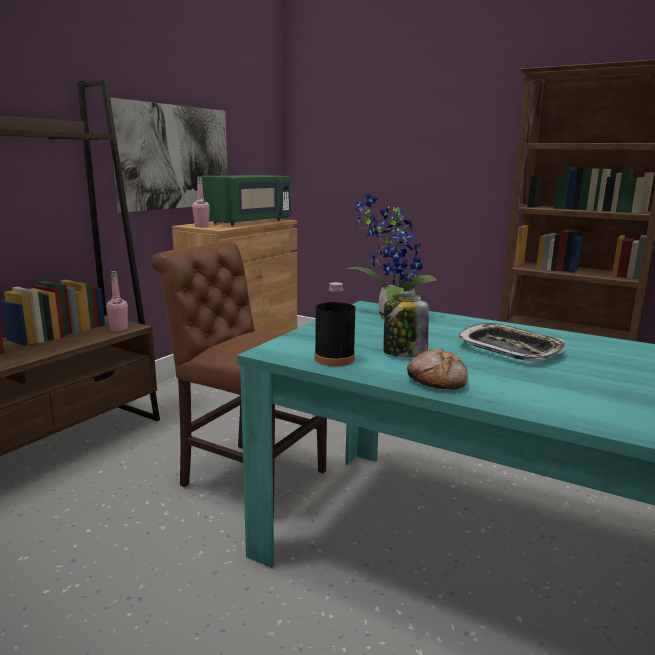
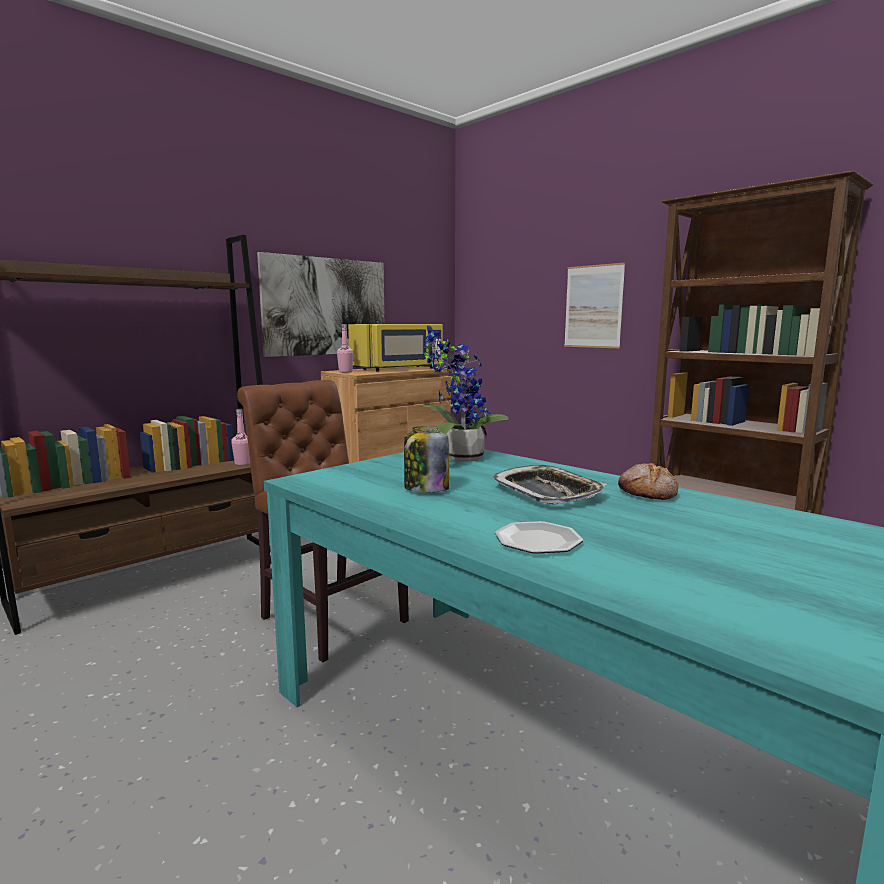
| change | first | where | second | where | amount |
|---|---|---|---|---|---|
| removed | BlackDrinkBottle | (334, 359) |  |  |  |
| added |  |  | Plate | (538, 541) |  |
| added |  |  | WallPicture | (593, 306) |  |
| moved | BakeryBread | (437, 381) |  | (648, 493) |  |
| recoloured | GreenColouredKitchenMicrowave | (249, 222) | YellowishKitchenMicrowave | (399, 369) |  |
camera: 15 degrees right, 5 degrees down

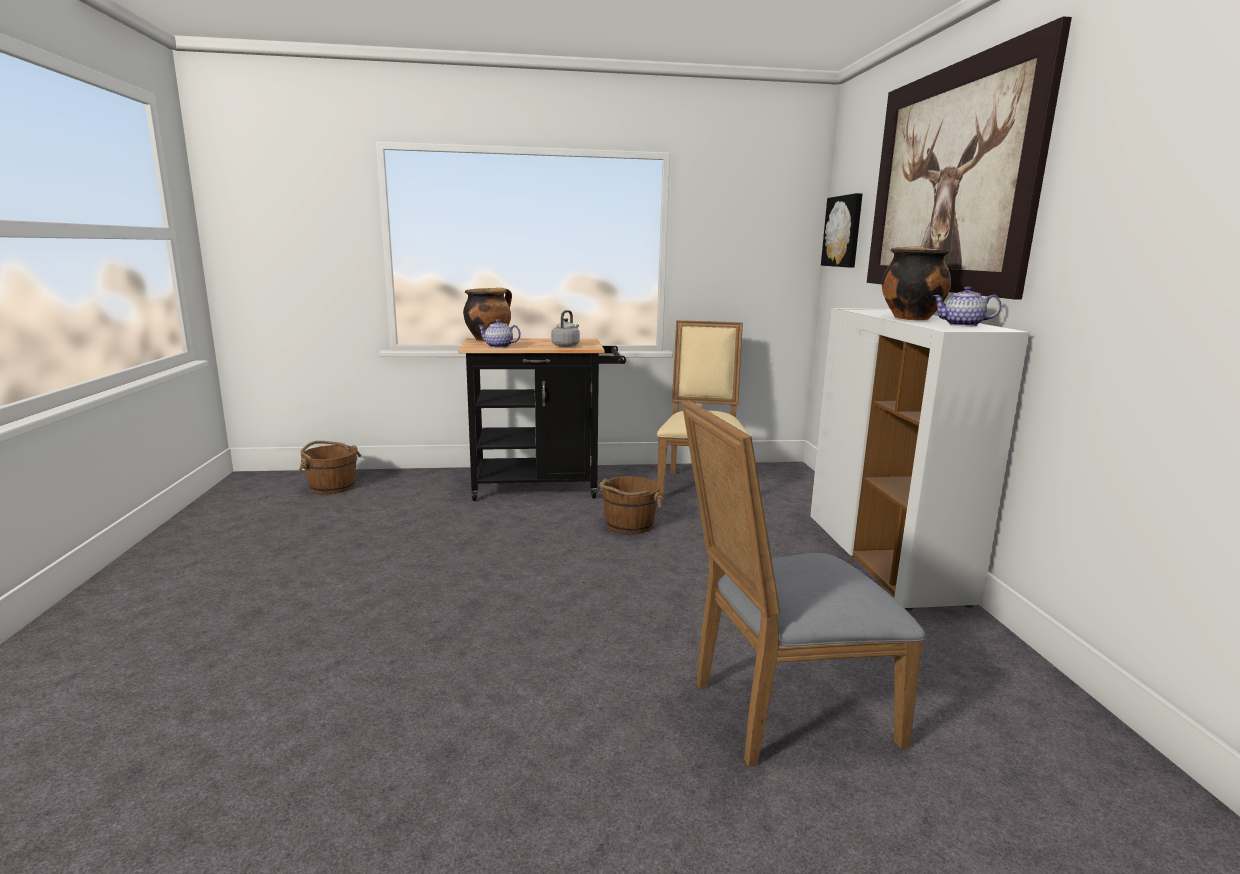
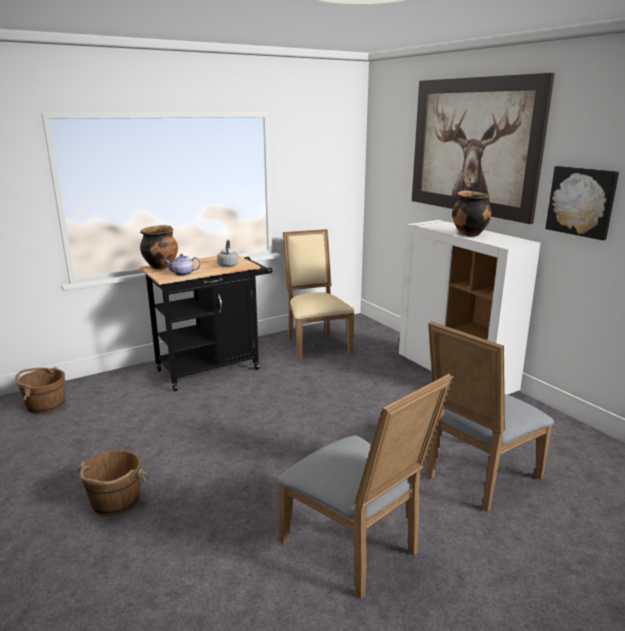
| change | first | where | second | where | amount |
|---|---|---|---|---|---|
| removed | TeaPot | (962, 325) |  |  |  |
| added |  |  | GrayUprightChair | (356, 549) |  |
| moved | BrownColouredPail | (628, 525) |  | (115, 501) |  |
| moved | WallPicture | (844, 231) |  | (582, 201) |  |
camera: 25 degrees left, 5 degrees up

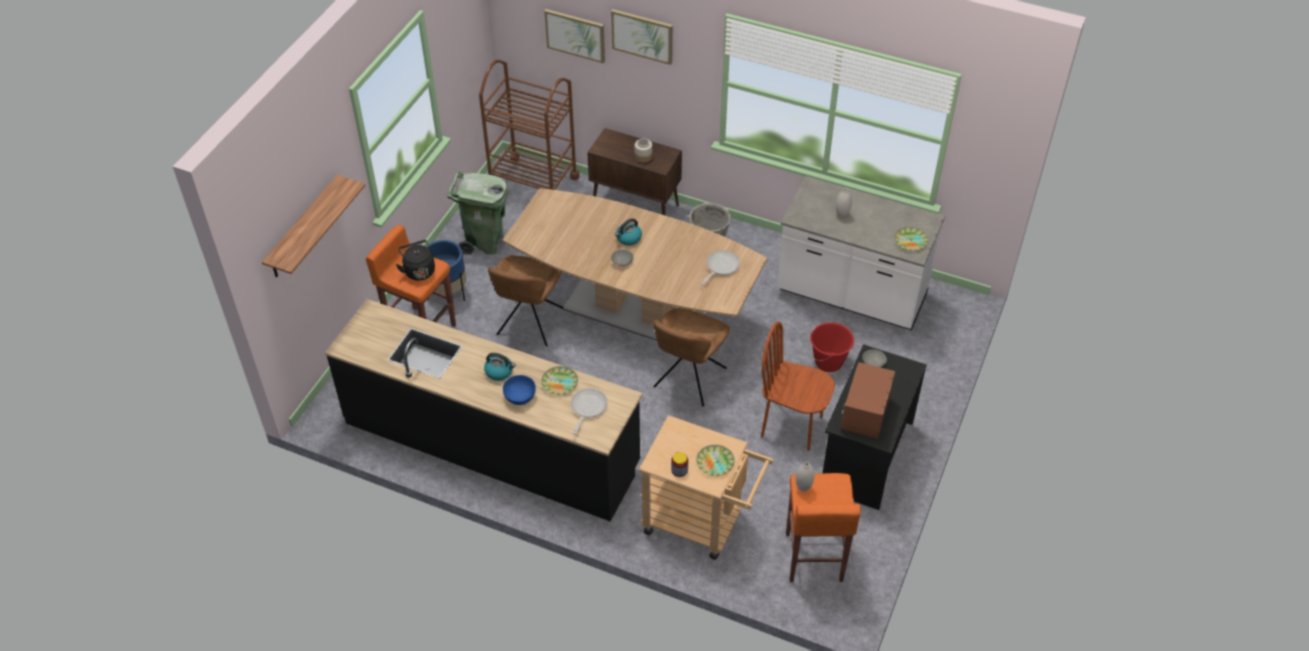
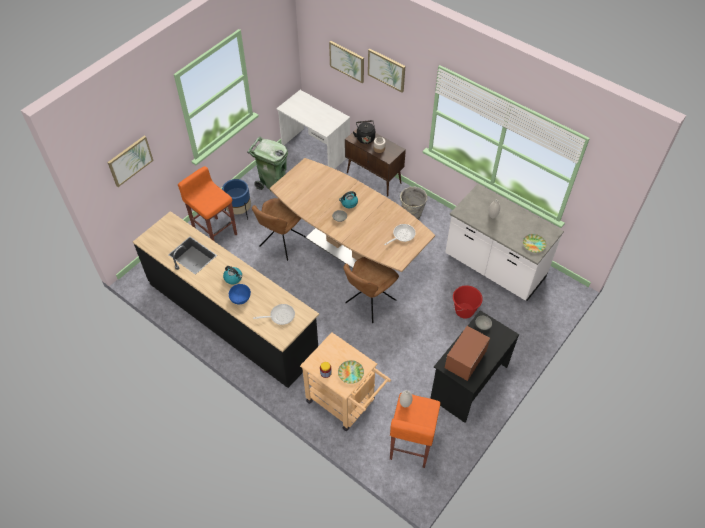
| change | first | where | second | where | amount |
|---|---|---|---|---|---|
| removed | Plate | (559, 382) |  |  |  |
| removed | BrownColouredUprightChair | (792, 426) |  |  |  |
| moved | BlackTeaKettle | (418, 270) |  | (365, 138) |  |
| replaced | BracketShelf | (303, 228) | WallPicture | (130, 160) |  |
| replaced | BrownColouredTrolley | (533, 183) | WhiteDeskUnit | (315, 151) |  |
| turned | Skillet | (587, 408) |  | (280, 316) | 45 degrees clockwise |
camera: 15 degrees right, 5 degrees up

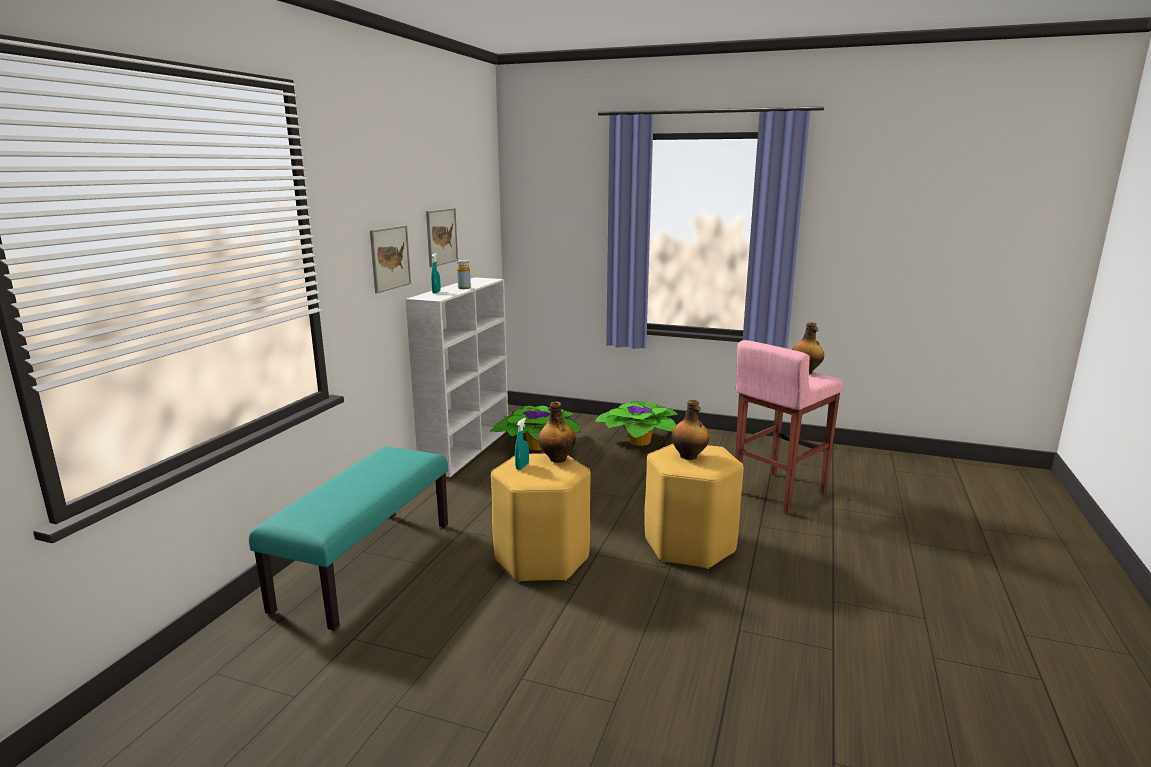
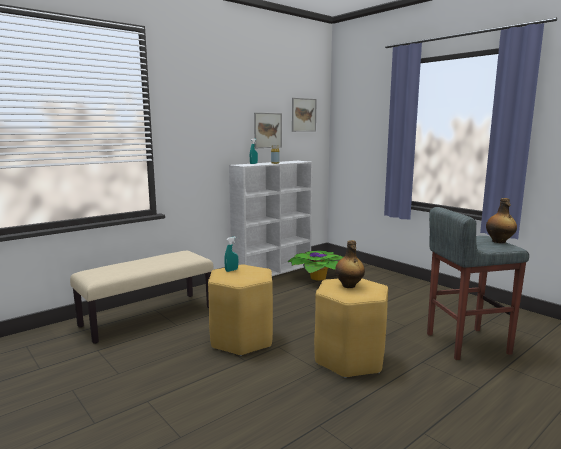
| change | first | where | second | where | amount |
|---|---|---|---|---|---|
| removed | DrinkBottle | (557, 459) |  |  |  |
| removed | PottedPlant | (639, 440) |  |  |  |
| moved | WallPicture | (390, 258) |  | (303, 115) |  |
| recoloured | TurquoiseIndoorBench | (366, 564) | BeigeIndoorBench | (148, 316) |  |
| recoloured | PinkColouredStool | (777, 492) | GrayStool | (465, 343) |  |
camera: 30 degrees right, 5 degrees down

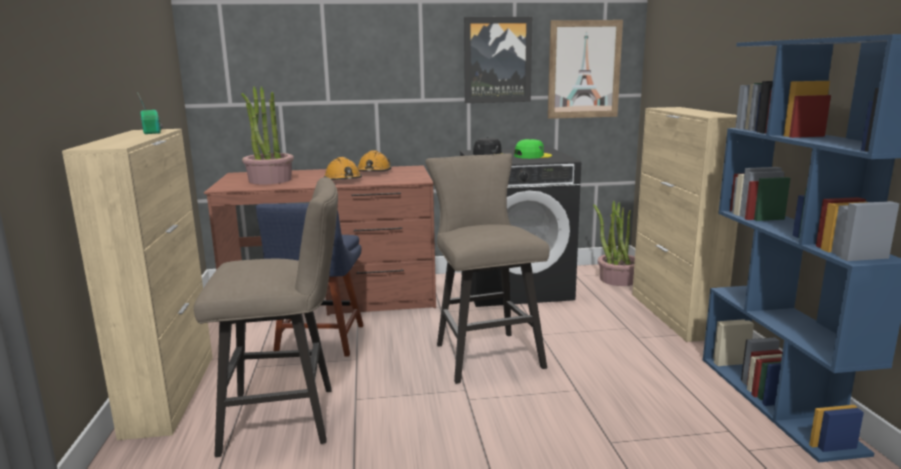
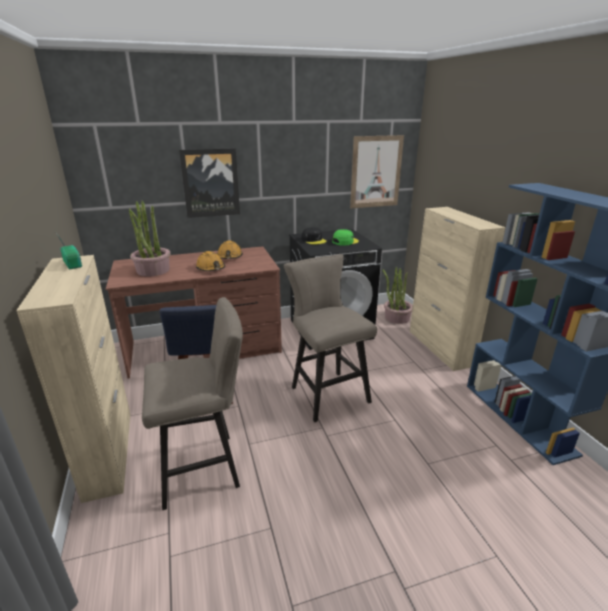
| change | first | where | second | where | amount |
|---|---|---|---|---|---|
| moved | WallPicture | (497, 60) |  | (210, 183) |  |
camera: 10 degrees left, 10 degrees up

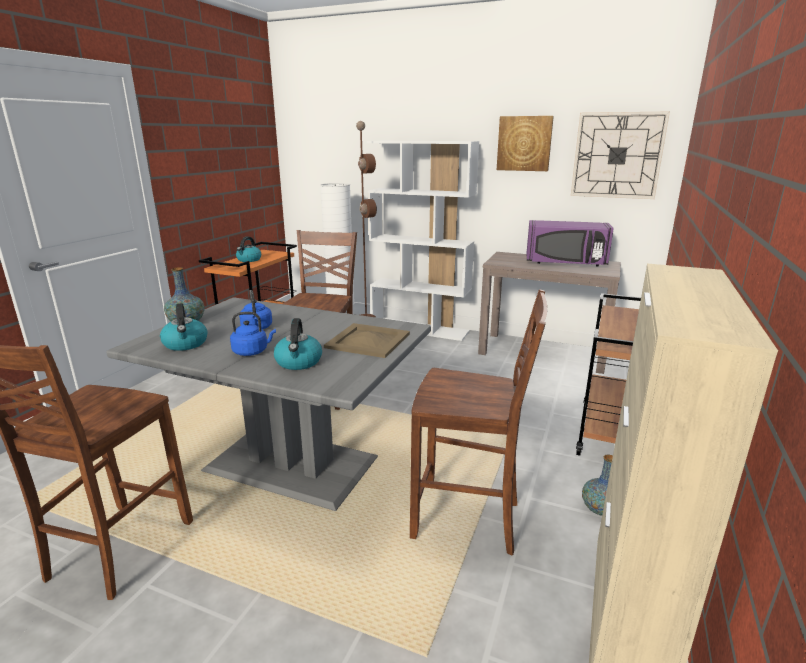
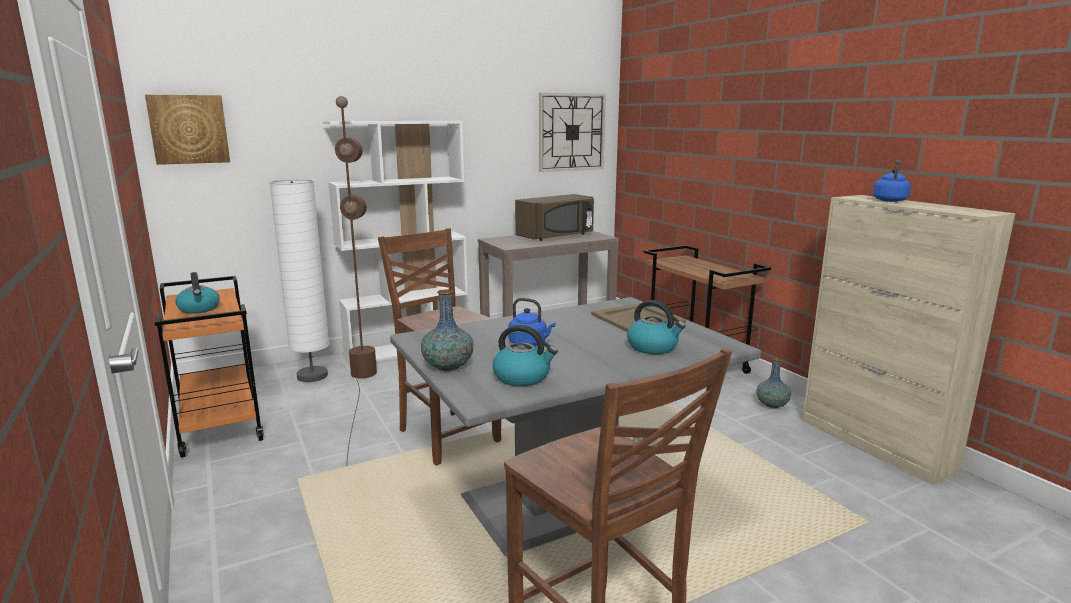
| change | first | where | second | where | amount |
|---|---|---|---|---|---|
| removed | BrownColouredUprightChair | (468, 520) |  |  |  |
| moved | BlueColouredTeaKettle | (252, 352) |  | (890, 200) |  |
| moved | WallPicture | (524, 143) |  | (189, 129) |  |
| recoloured | PurpleKitchenMicrowave | (565, 263) | BrownColouredKitchenMicrowave | (557, 236) |  |
camera: 50 degrees left, 5 degrees down

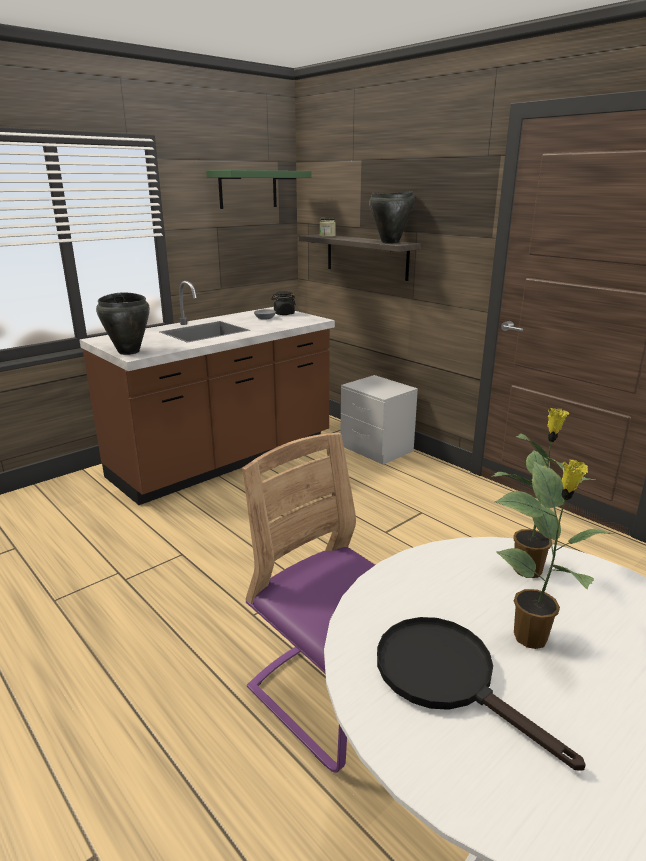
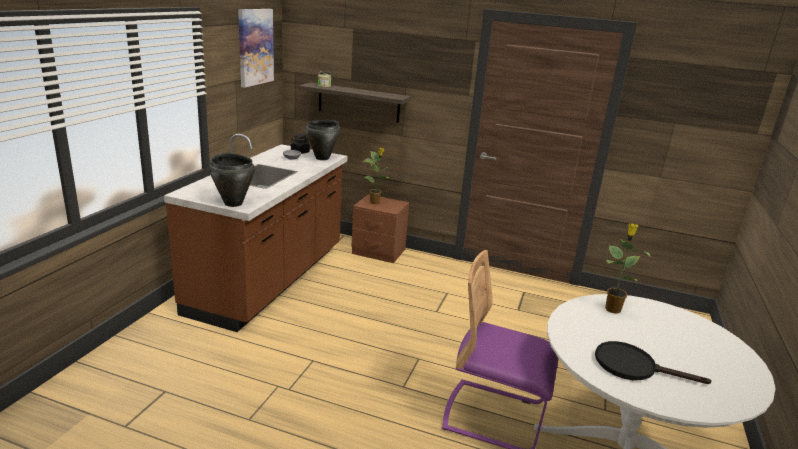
| change | first | where | second | where | amount |
|---|---|---|---|---|---|
| moved | BlackStockpot | (390, 242) |  | (322, 158) |  |
| moved | PottedPlant | (533, 638) |  | (375, 202) |  |
| replaced | GreenColouredBracketShelf | (248, 189) | WallPicture | (255, 47) |  |
| recoloured | GrayNightstand | (376, 449) | BrownColouredNightstand | (378, 251) |  |
camera: 30 degrees left, 0 degrees up

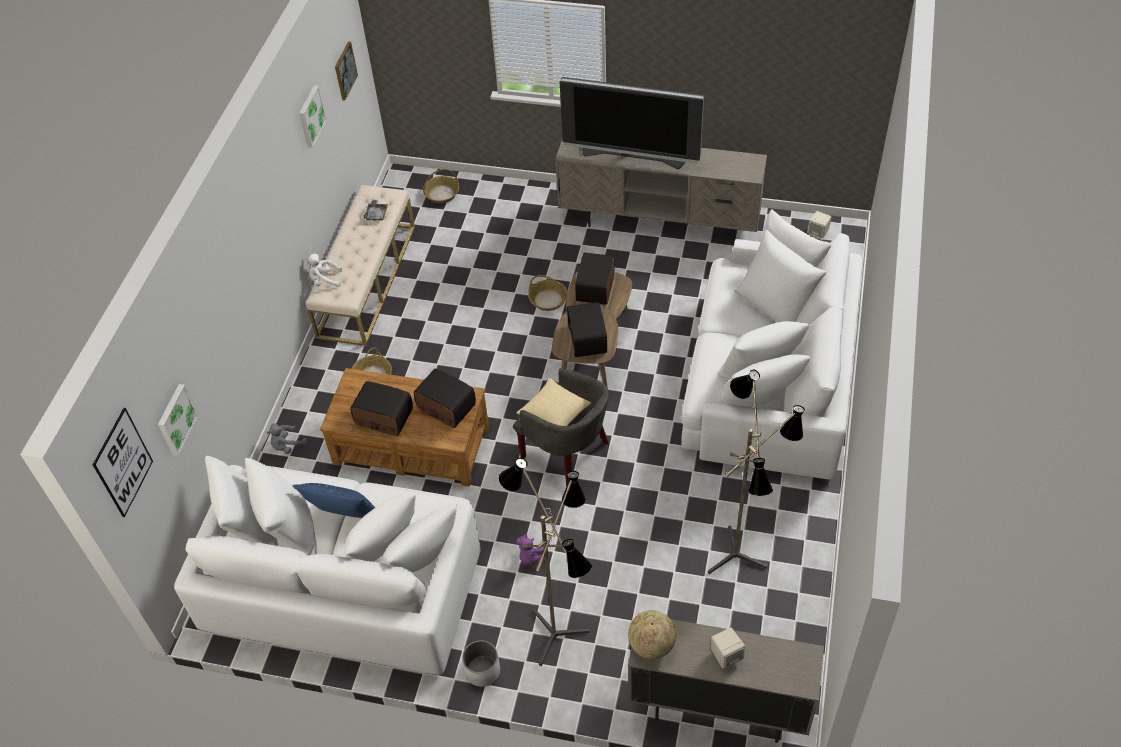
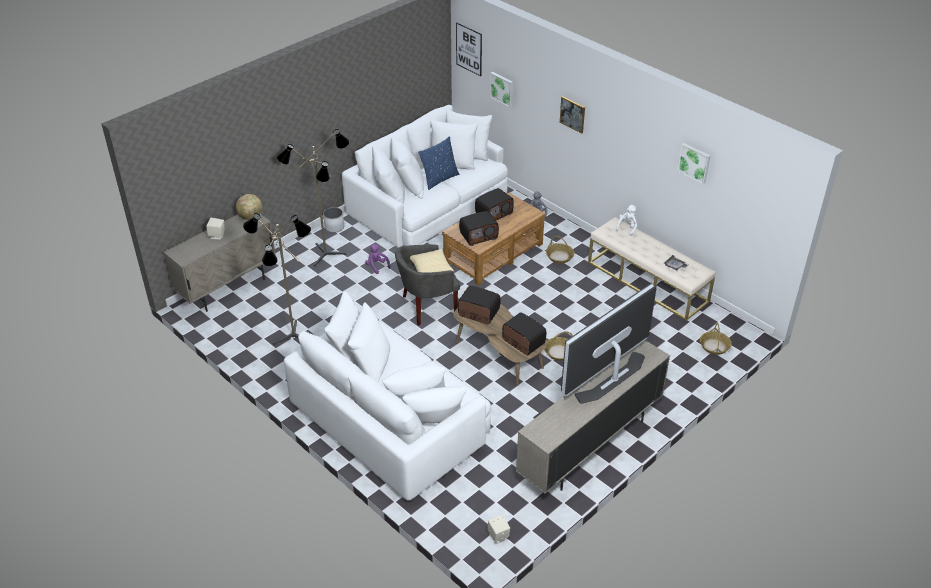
| change | first | where | second | where | amount |
|---|---|---|---|---|---|
| moved | WallPicture | (345, 70) |  | (572, 114) |  |
camera: 120 degrees right, 10 degrees down

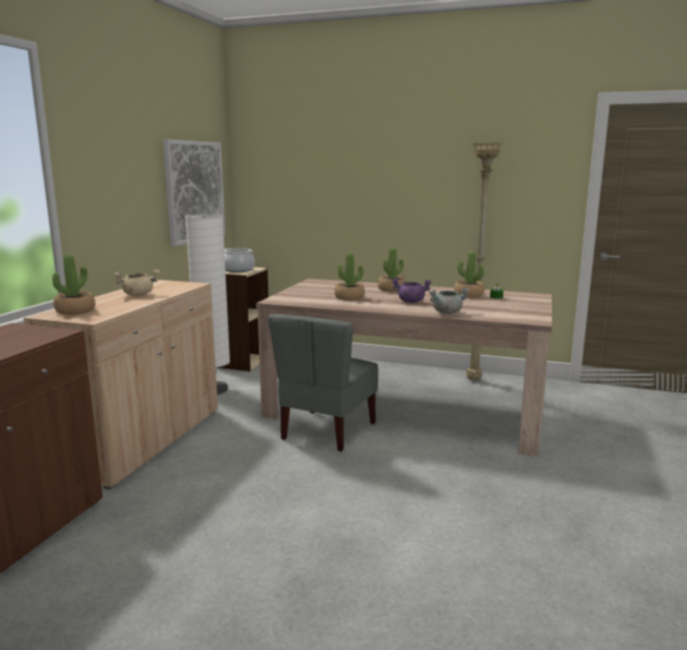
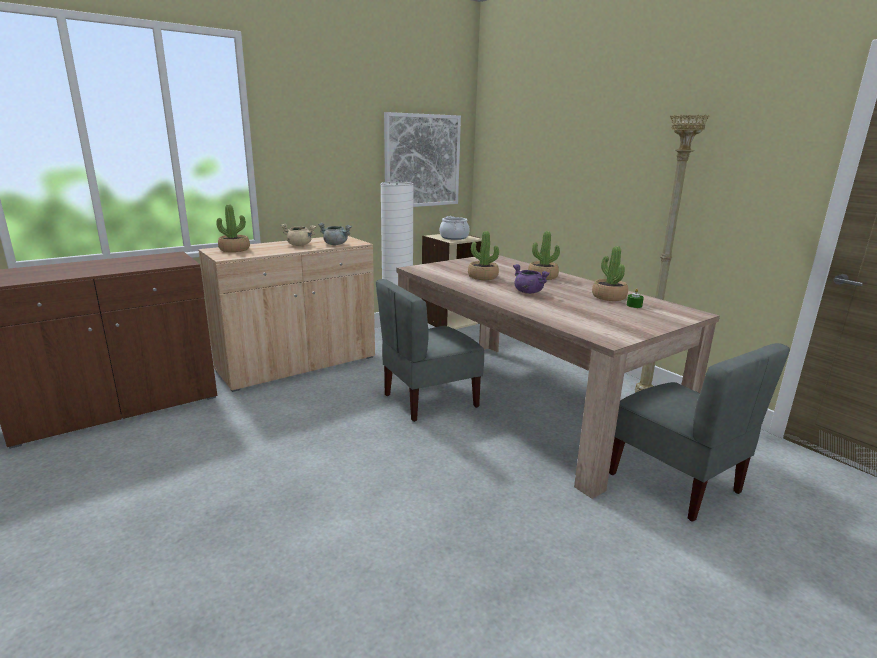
| change | first | where | second | where | amount |
|---|---|---|---|---|---|
| added |  |  | GrayUprightChair | (675, 482) |  |
| moved | GrayStockpot | (447, 312) |  | (336, 244) |  |
camera: 35 degrees right, 5 degrees up

